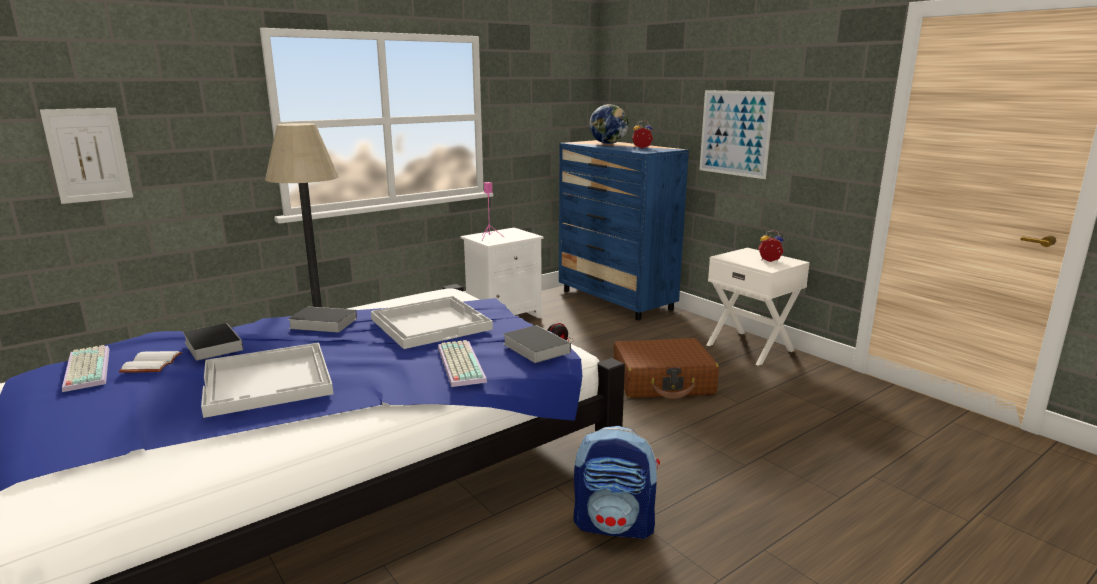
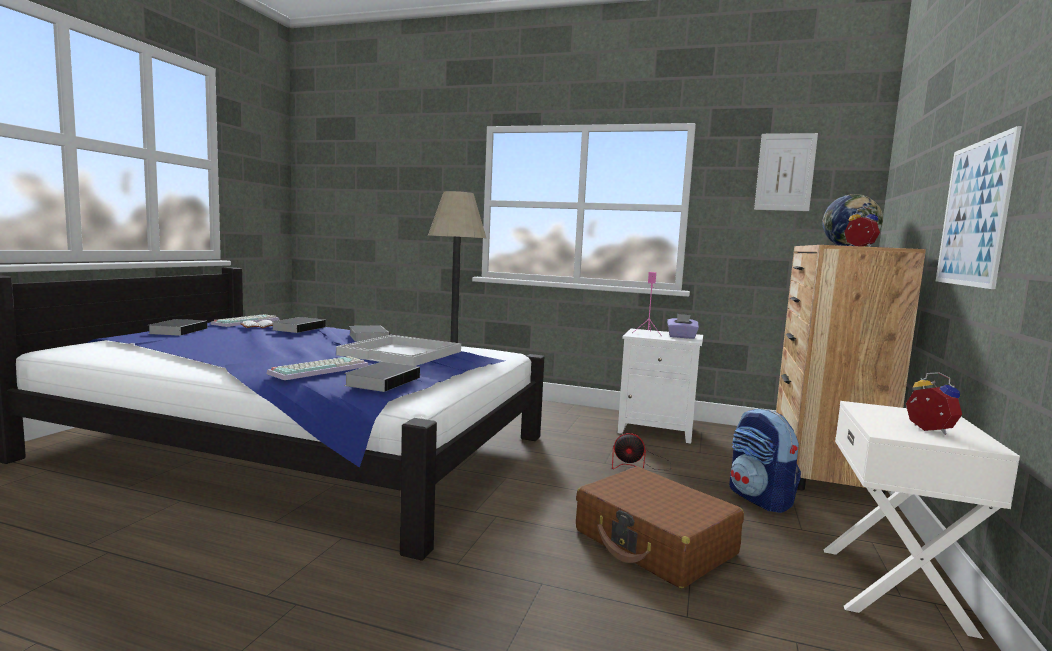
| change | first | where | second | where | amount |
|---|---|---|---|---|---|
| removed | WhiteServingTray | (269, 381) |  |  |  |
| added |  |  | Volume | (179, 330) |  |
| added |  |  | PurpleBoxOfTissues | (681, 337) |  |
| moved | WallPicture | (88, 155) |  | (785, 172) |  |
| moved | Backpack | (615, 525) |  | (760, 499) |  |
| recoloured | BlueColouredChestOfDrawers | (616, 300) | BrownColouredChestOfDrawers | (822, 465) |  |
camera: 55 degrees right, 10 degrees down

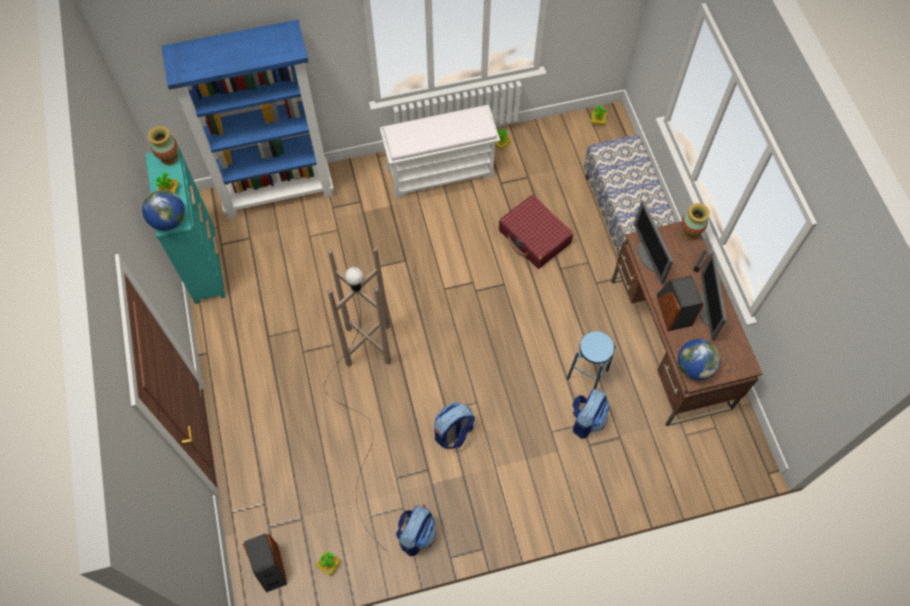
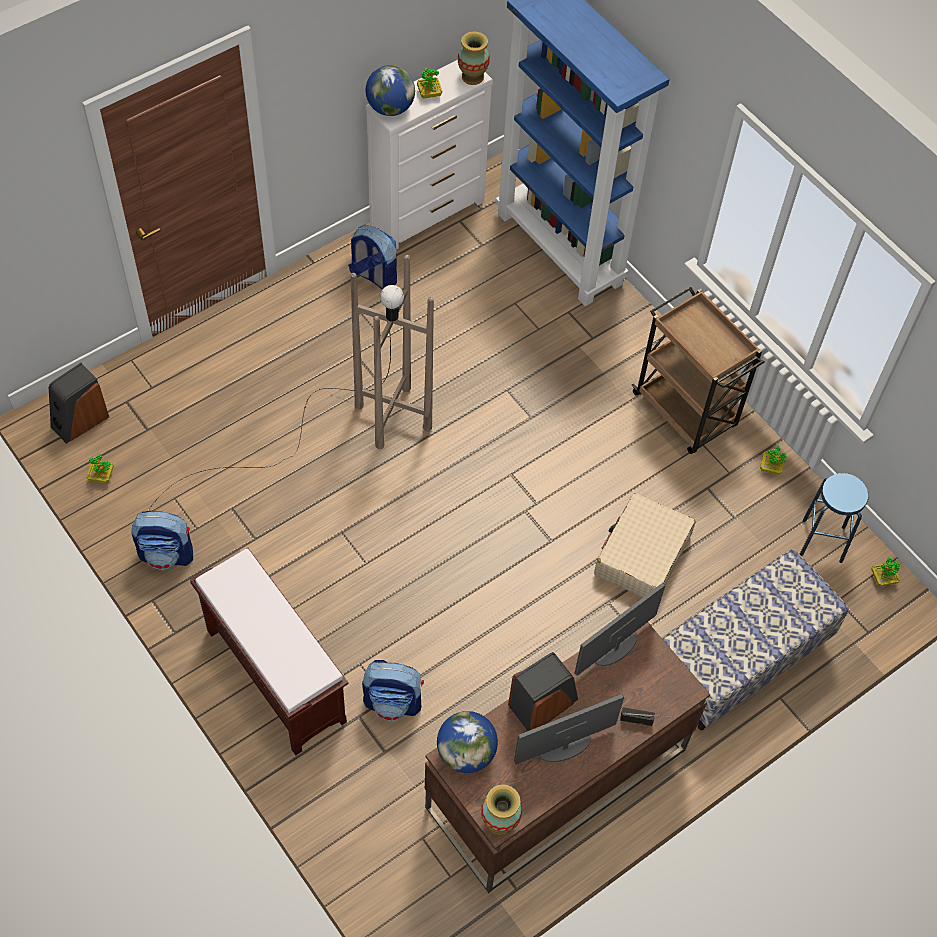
| change | first | where | second | where | amount |
|---|---|---|---|---|---|
| added |  |  | BrownColouredIndoorBench | (274, 675) |  |
| moved | Backpack | (453, 433) |  | (373, 276) |  |
| moved | BlueColouredStool | (587, 374) |  | (822, 540) |  |
| moved | Vase | (690, 232) |  | (500, 822) |  |
| replaced | WhiteIndoorBench | (441, 172) | BrownColouredTrolley | (686, 412) |  |
| recoloured | TurquoiseChestOfDrawers | (204, 262) | WhiteChestOfDrawers | (428, 214) |  |
| recoloured | RedPieceOfLuggage | (534, 237) | BeigePieceOfLuggage | (642, 555) |  |
camera: 65 degrees right, 5 degrees down

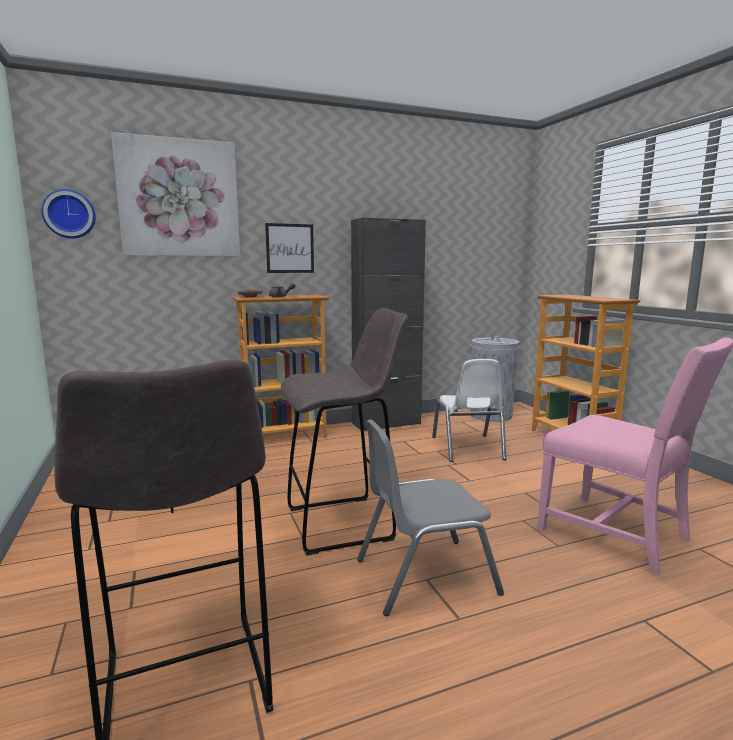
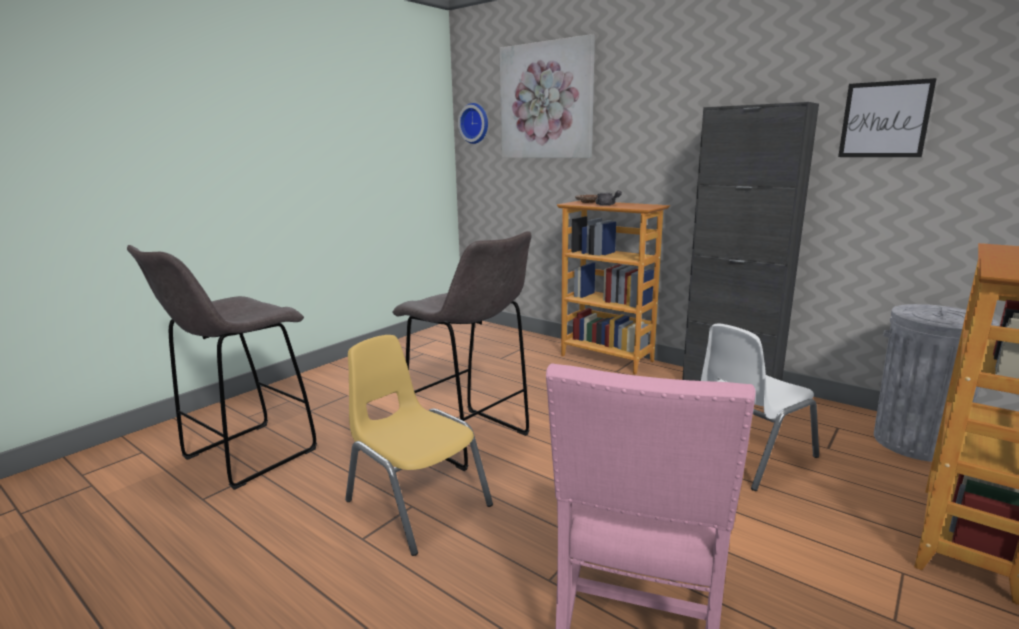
| change | first | where | second | where | amount |
|---|---|---|---|---|---|
| moved | WallPicture | (290, 248) |  | (884, 119) |  |
| recoloured | GrayUprightChair | (424, 575) | YellowishUprightChair | (417, 503) |  |
camera: 60 degrees right, 5 degrees up

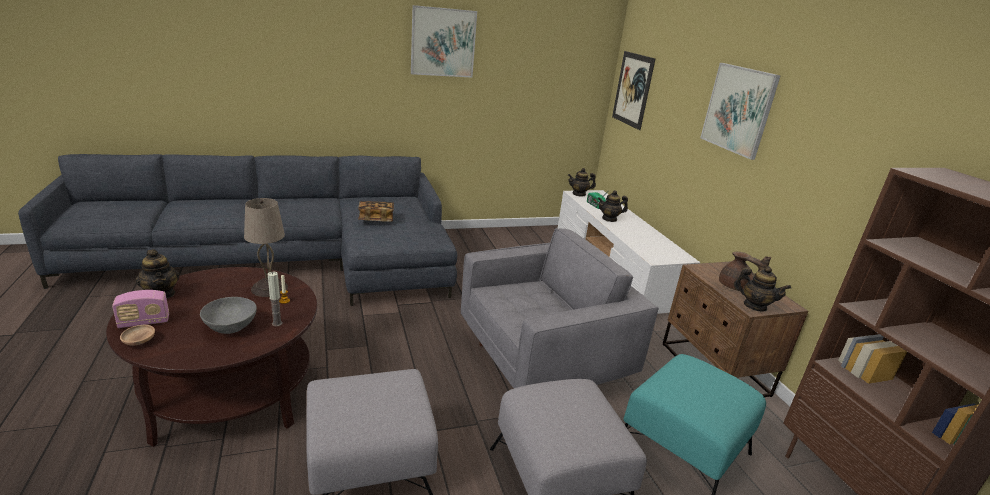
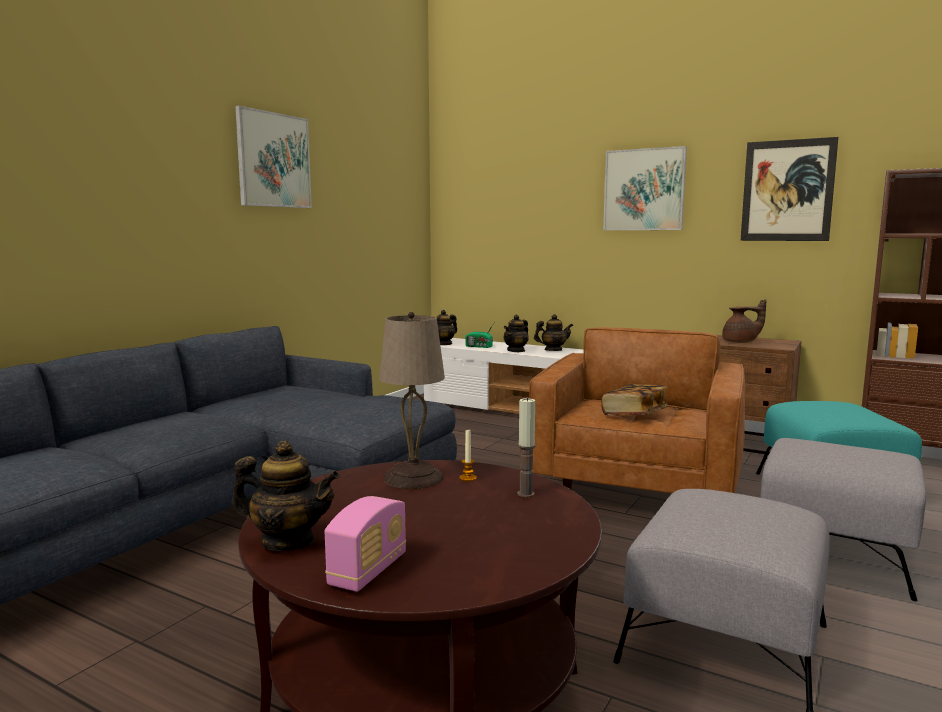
| change | first | where | second | where | amount |
|---|---|---|---|---|---|
| removed | BrownColouredBowl | (139, 342) |  |  |  |
| removed | GrayBowl | (231, 327) |  |  |  |
| moved | Volume | (376, 219) |  | (634, 414) |  |
| moved | WallPicture | (632, 89) |  | (787, 191) |  |
| moved | TeaPot | (754, 306) |  | (553, 350) |  |
| recoloured | GrayArmchair | (542, 362) | BrownColouredArmchair | (638, 490) |  |
camera: 40 degrees left, 15 degrees down

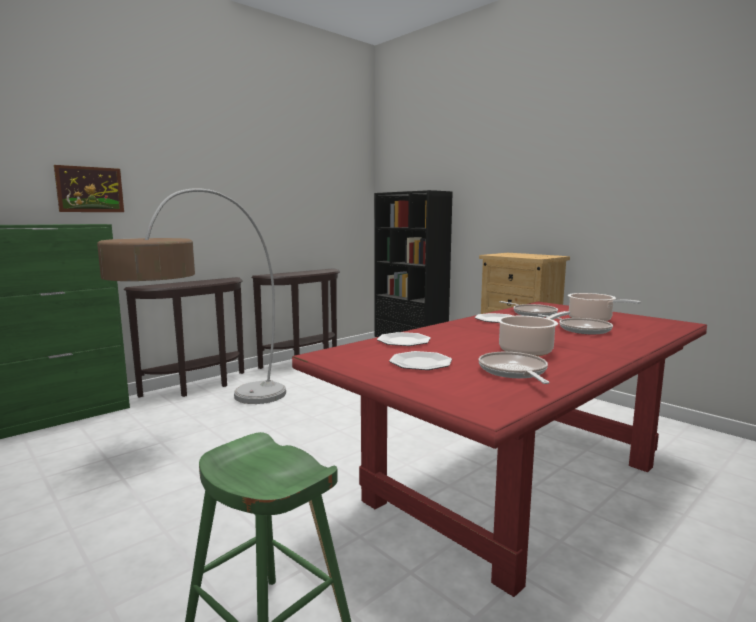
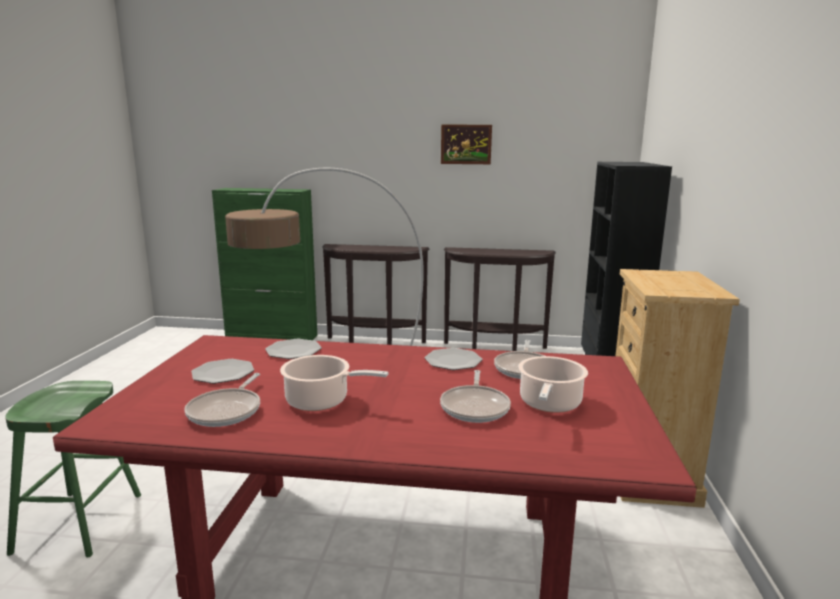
| change | first | where | second | where | amount |
|---|---|---|---|---|---|
| moved | WallPicture | (90, 189) |  | (466, 144) |  |
| turned | Skillet | (513, 372) |  | (227, 411) | 150 degrees clockwise |
camera: 50 degrees right, 5 degrees up

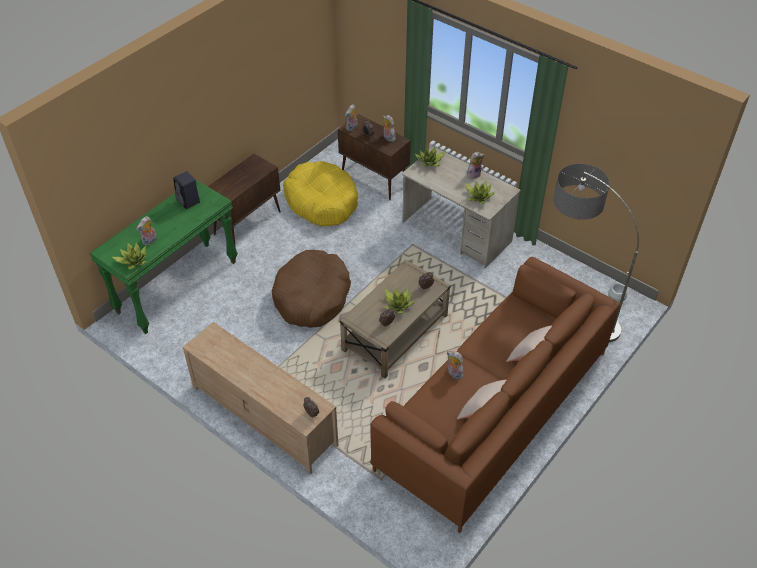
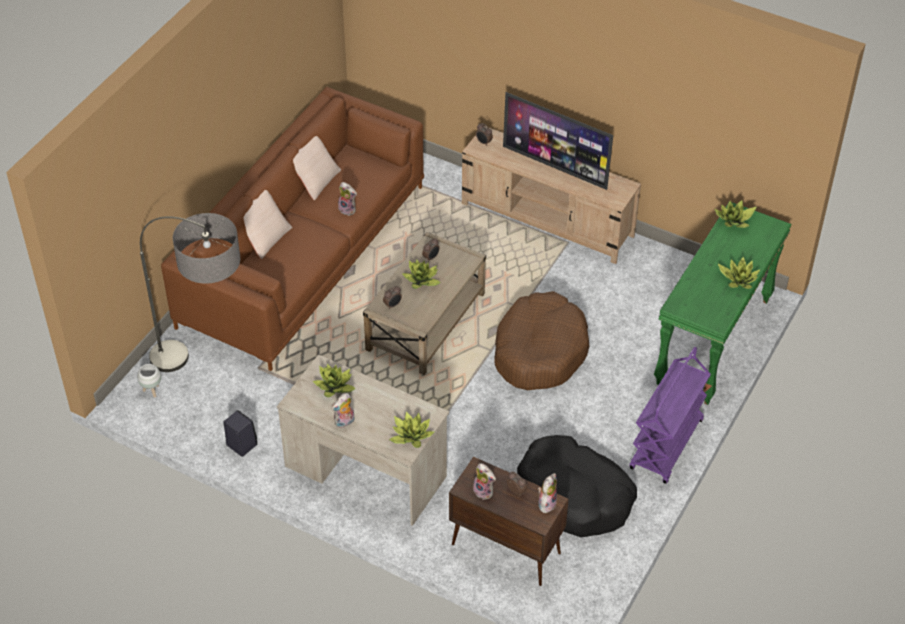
| change | first | where | second | where | amount |
|---|---|---|---|---|---|
| removed | SoftToy | (149, 241) |  |  |  |
| added |  |  | Television | (555, 167) |  |
| added |  |  | PottedPlant | (738, 279) |  |
| moved | BlackSpeaker | (189, 201) |  | (241, 444) |  |
| replaced | BrownColouredCupboard | (248, 223) | PurpleTrolley | (667, 445) |  |
| recoloured | YellowishPetBed | (321, 201) | BlackPetBed | (574, 496) |  |
camera: 170 degrees right, 0 degrees up

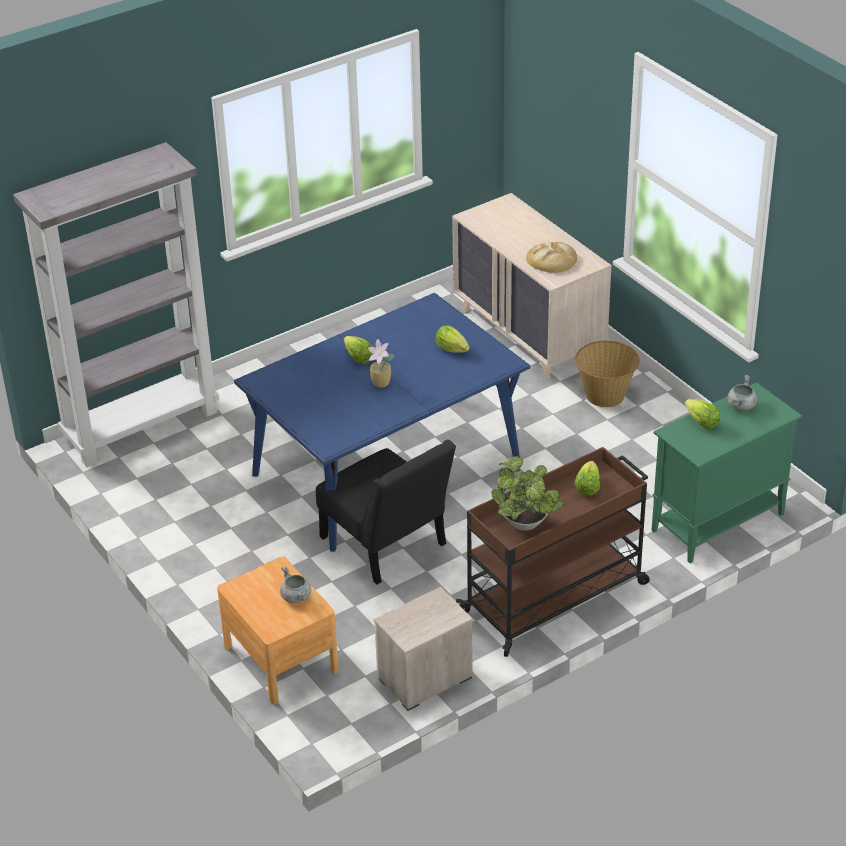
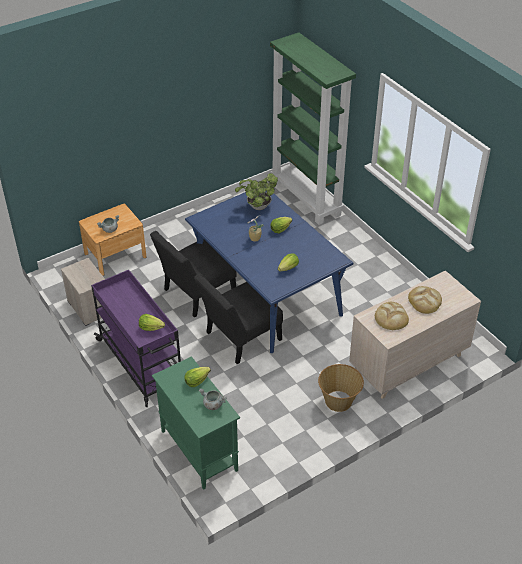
| change | first | where | second | where | amount |
|---|---|---|---|---|---|
| added |  |  | BlackUprightChair | (240, 338) |  |
| added |  |  | BakeryBread | (424, 301) |  |
| moved | PottedPlant | (526, 525) |  | (257, 207) |  |
| recoloured | GrayShelvingUnit | (142, 425) | GreenColouredShelvingUnit | (307, 198) |  |
| recoloured | BrownColouredTrolley | (556, 597) | PurpleTrolley | (141, 364) |  |
camera: 90 degrees right, 5 degrees up

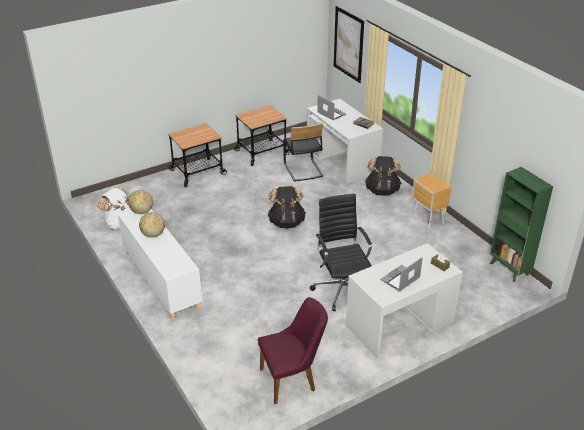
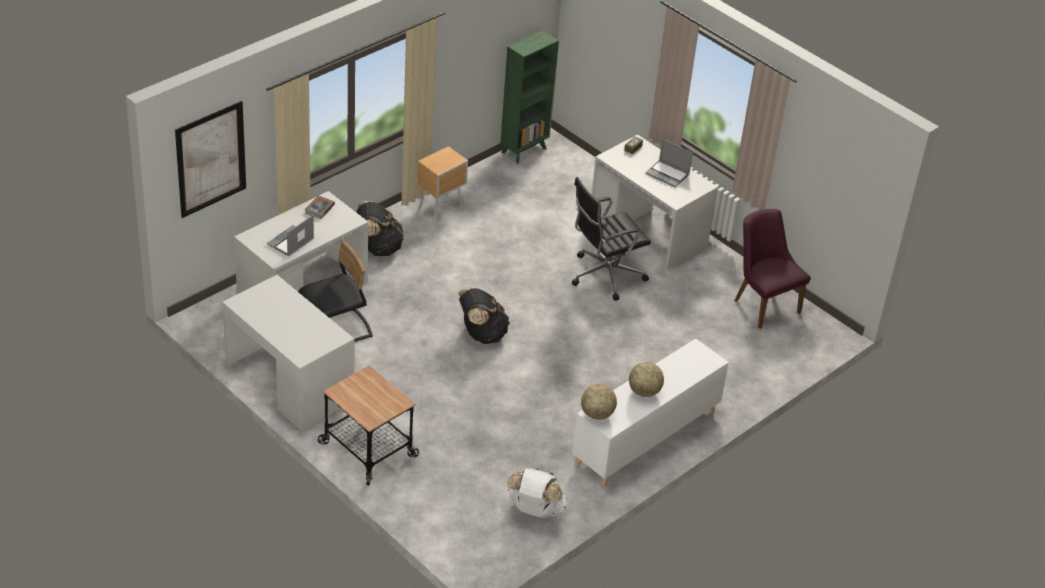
| change | first | where | second | where | amount |
|---|---|---|---|---|---|
| replaced | Trolley | (261, 152) | WhiteDeskUnit | (289, 382) |  |
camera: 105 degrees left, 5 degrees up

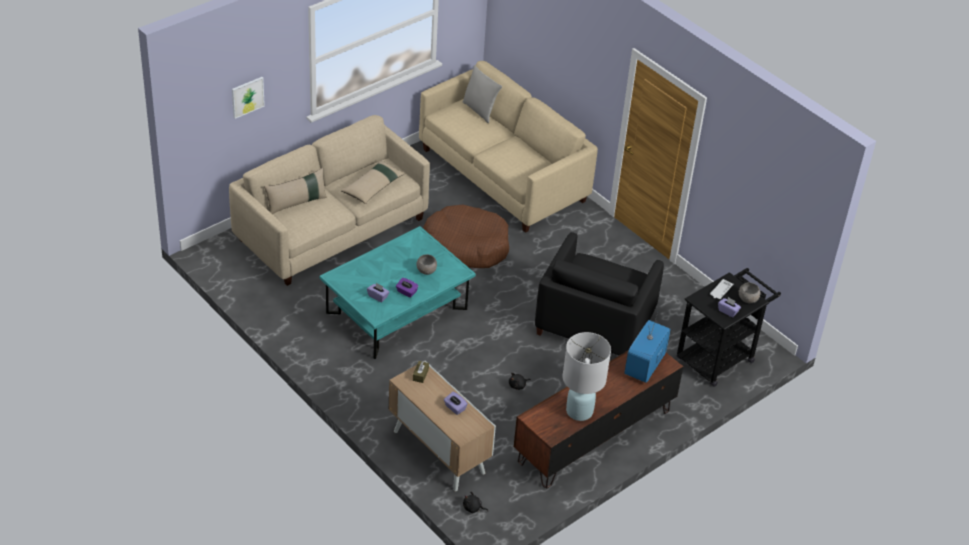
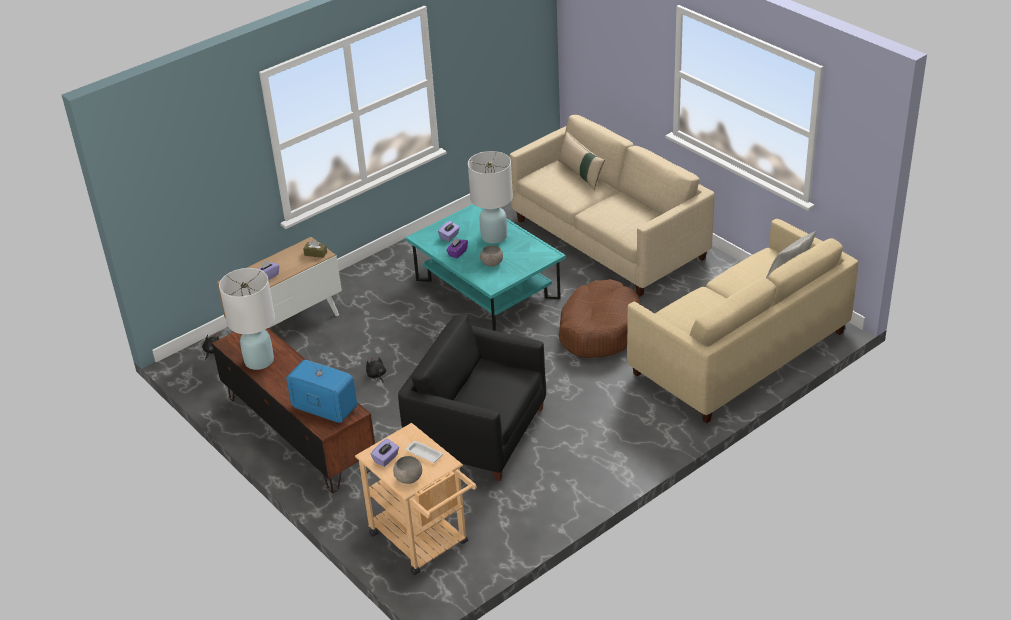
| change | first | where | second | where | amount |
|---|---|---|---|---|---|
| removed | WallPicture | (247, 97) |  |  |  |
| removed | BeigeThrowPillow | (373, 187) |  |  |  |
| added |  |  | WhiteLampForATable | (494, 237) |  |
| recoloured | BlackTrolley | (719, 356) | BeigeTrolley | (424, 543) |  |
camera: 95 degrees right, 5 degrees down

